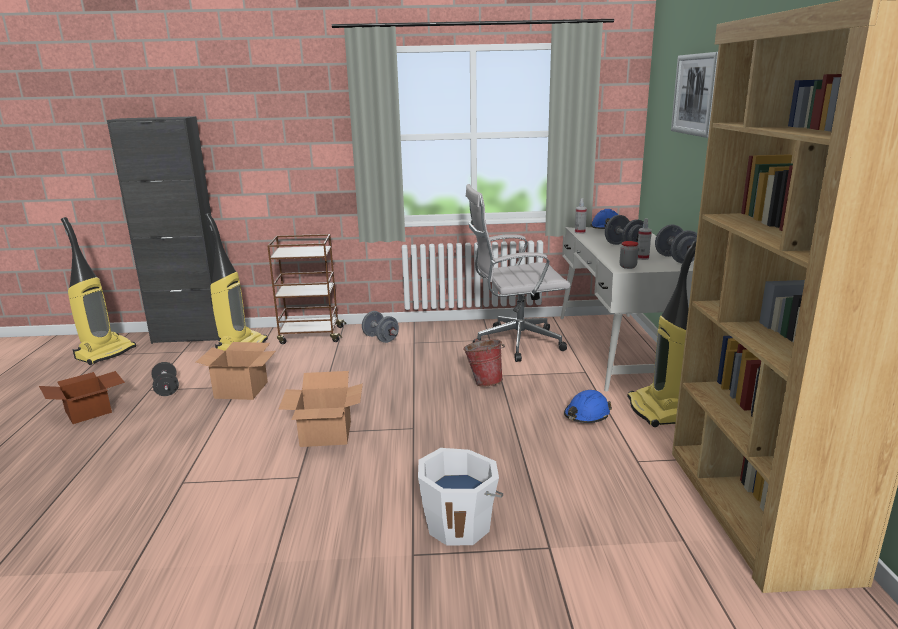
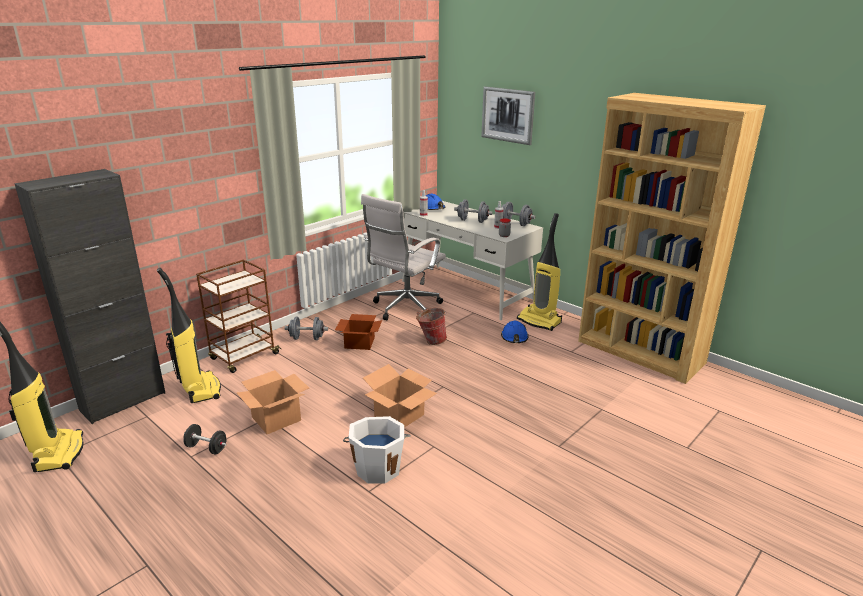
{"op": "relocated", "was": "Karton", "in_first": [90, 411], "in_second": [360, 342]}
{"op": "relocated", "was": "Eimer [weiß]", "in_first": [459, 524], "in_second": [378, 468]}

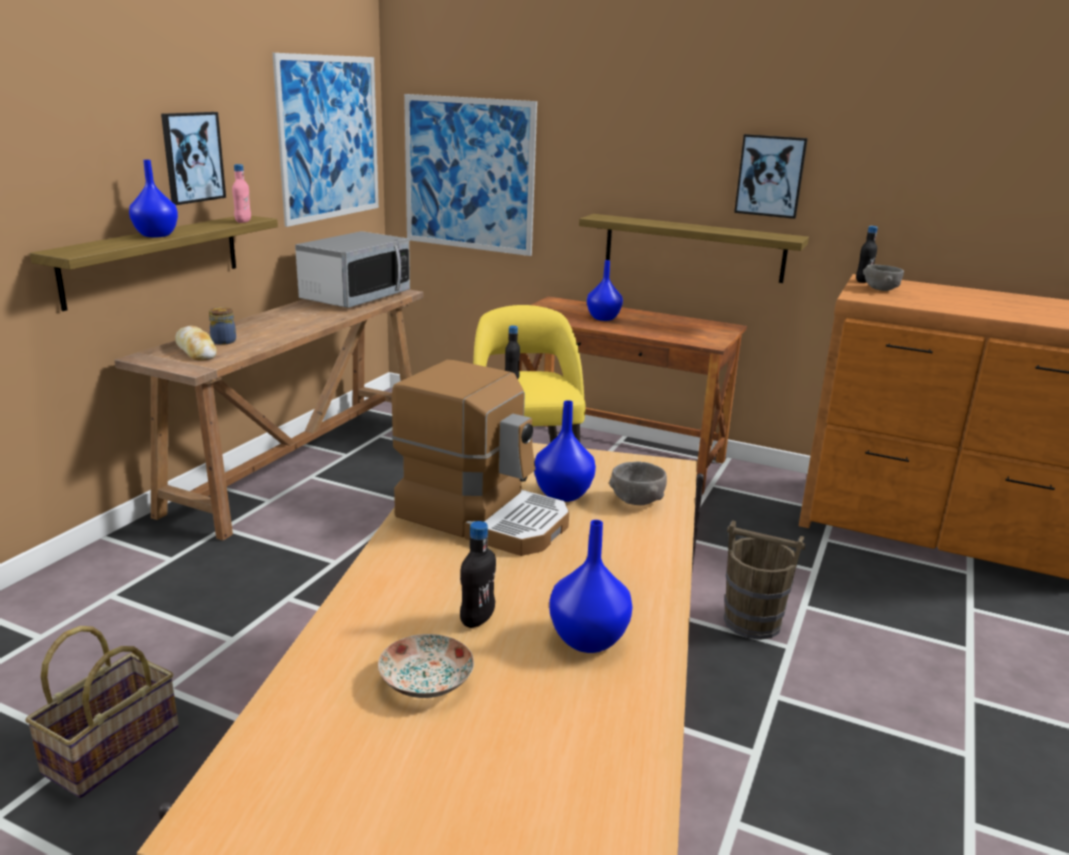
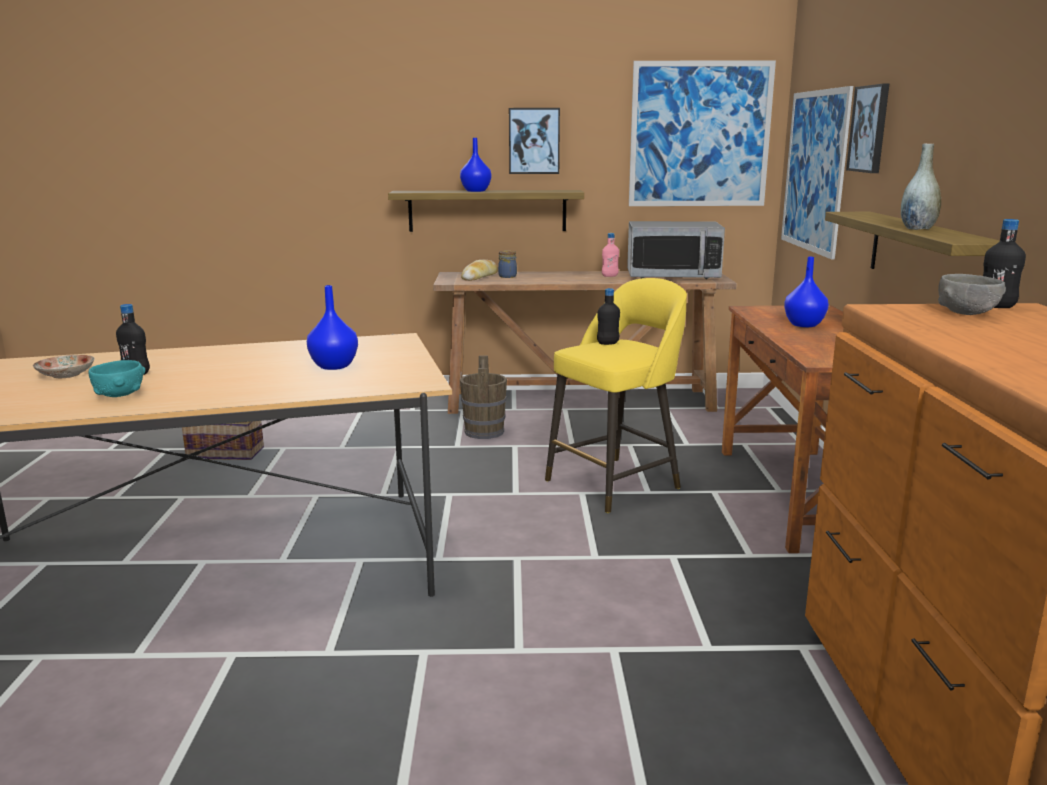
{"op": "relocated", "was": "Flasche [rosa]", "in_first": [243, 221], "in_second": [609, 276]}
{"op": "missing", "was": "Kaffeemaschine", "in_first": [484, 516]}
{"op": "exchanged", "was": "Vase [blau]", "now": "Schüssel [türkis]", "in_first": [588, 638], "in_second": [120, 395]}
{"op": "missing", "was": "Schüssel [grau]", "in_first": [637, 501]}
{"op": "relocated", "was": "Eimer [braun]", "in_first": [751, 622], "in_second": [484, 432]}
{"op": "relocated", "was": "Bild", "in_first": [770, 176], "in_second": [870, 129]}
{"op": "appeared", "now": "Vase [grau]", "in_second": [917, 228]}

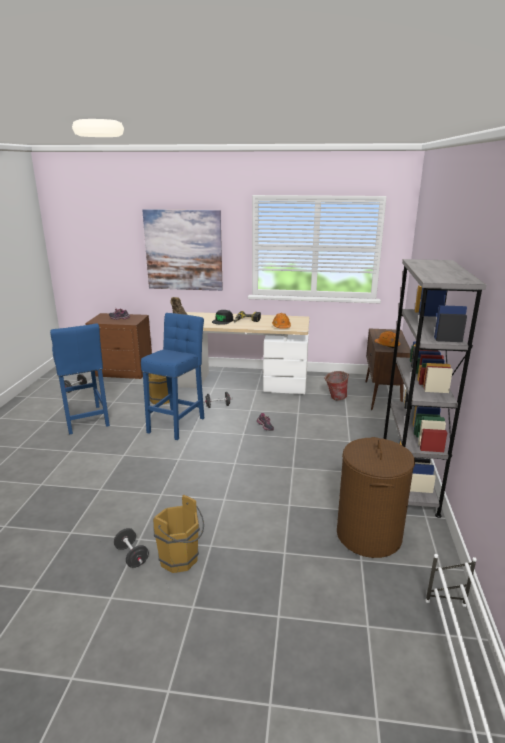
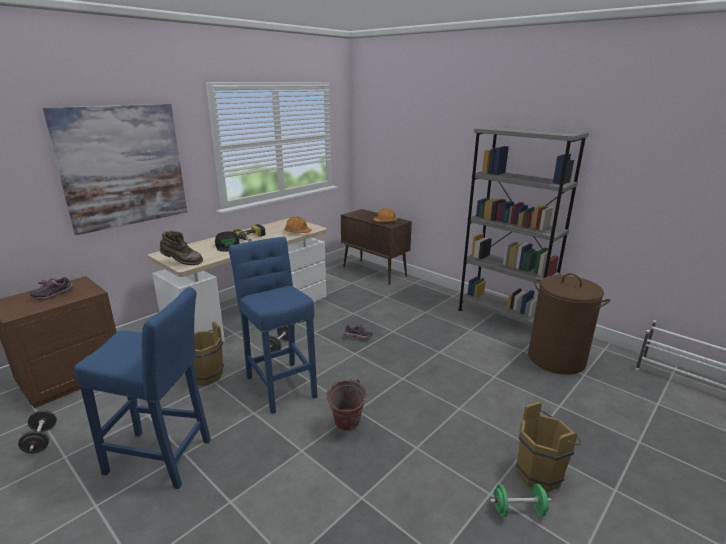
{"op": "colour", "was": "Hantel [schwarz]", "now": "Hantel [grün]", "in_first": [132, 556], "in_second": [518, 510]}
{"op": "relocated", "was": "Eimer", "in_first": [335, 398], "in_second": [345, 426]}

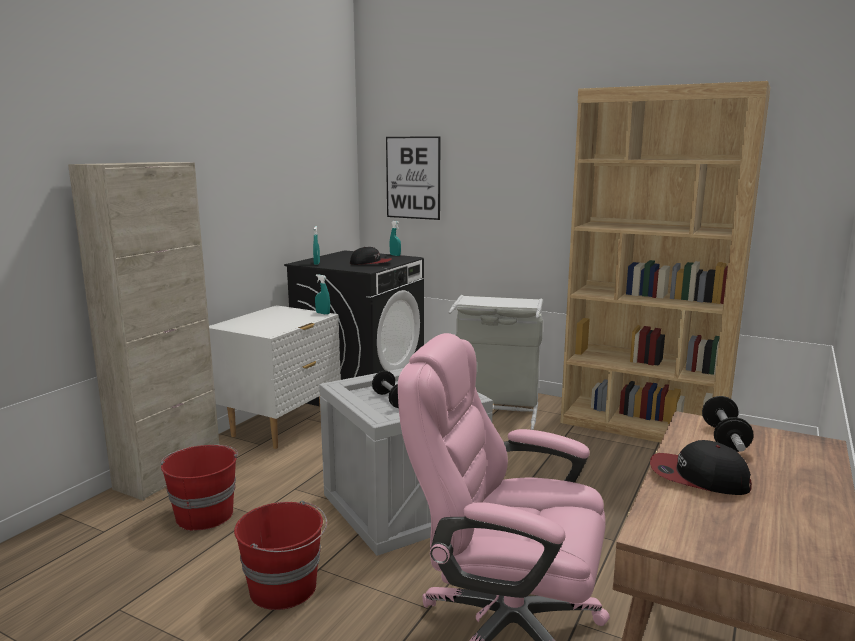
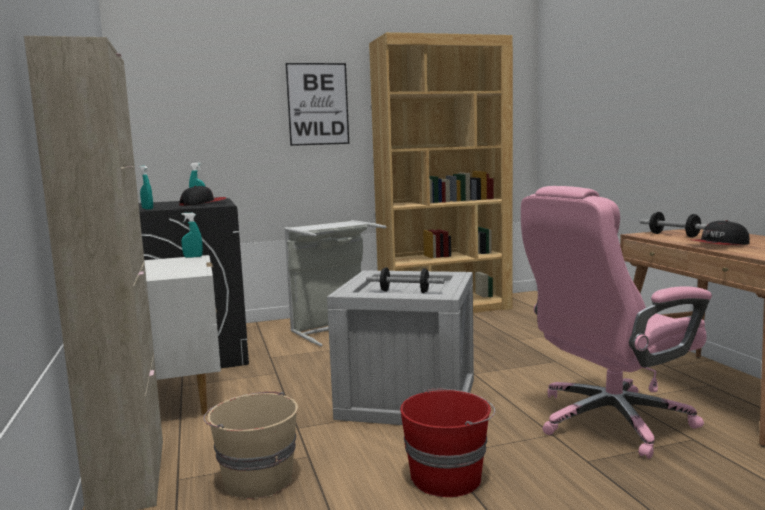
{"op": "colour", "was": "Eimer [rot]", "now": "Eimer [beige]", "in_first": [204, 514], "in_second": [257, 480]}
{"op": "relocated", "was": "Bild", "in_first": [413, 178], "in_second": [318, 104]}

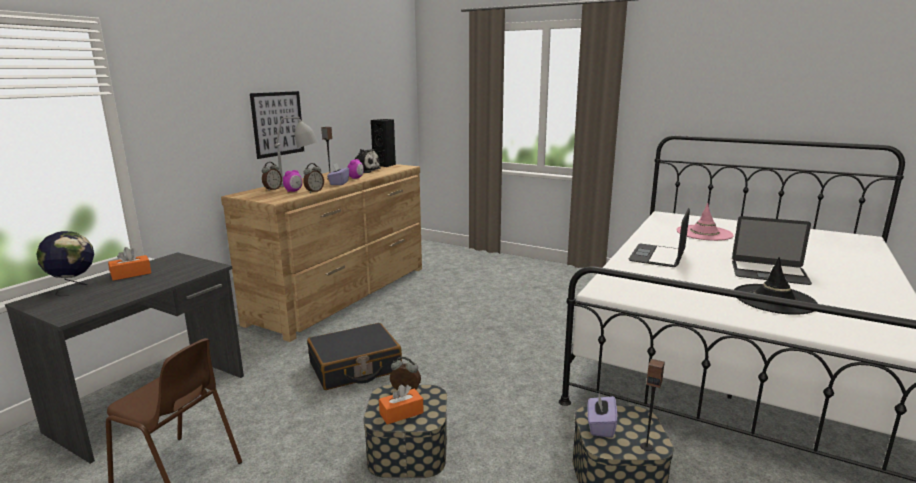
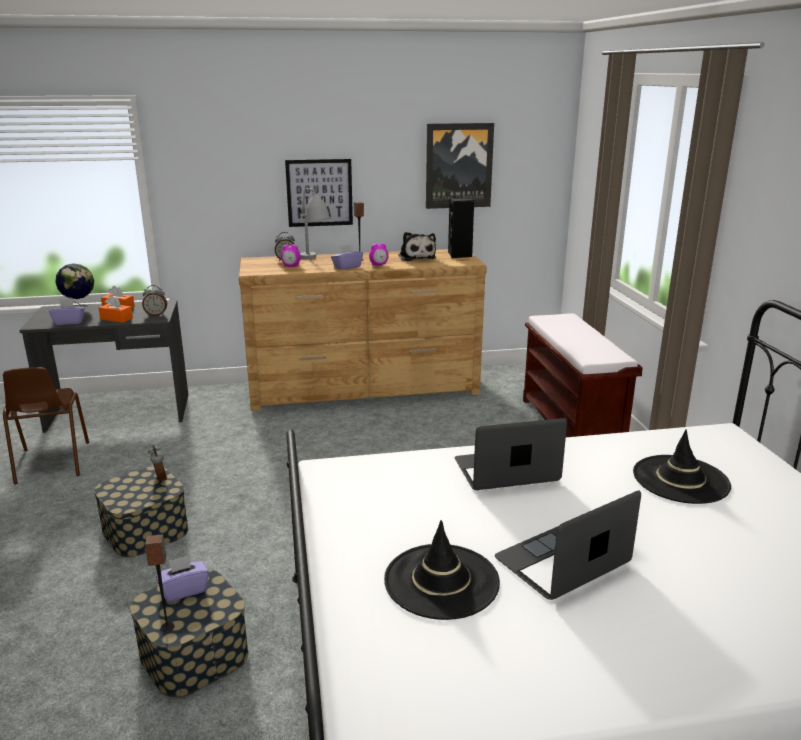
{"op": "relocated", "was": "Wecker", "in_first": [314, 191], "in_second": [156, 314]}
{"op": "missing", "was": "Koffer [schwarz]", "in_first": [355, 367]}
{"op": "relocated", "was": "Taschentuchbox [orange]", "in_first": [401, 413], "in_second": [116, 318]}
{"op": "colour", "was": "Hut [rosa]", "now": "Hut [schwarz]", "in_first": [704, 233], "in_second": [680, 479]}
{"op": "spun", "was": "Laptop", "in_first": [769, 272], "in_second": [562, 561], "clockwise": 75}
{"op": "appeared", "now": "Taschentuchbox [lila]", "in_second": [69, 322]}
{"op": "appeared", "now": "Bild", "in_second": [458, 166]}
{"op": "appeared", "now": "Bank [braun]", "in_second": [571, 427]}

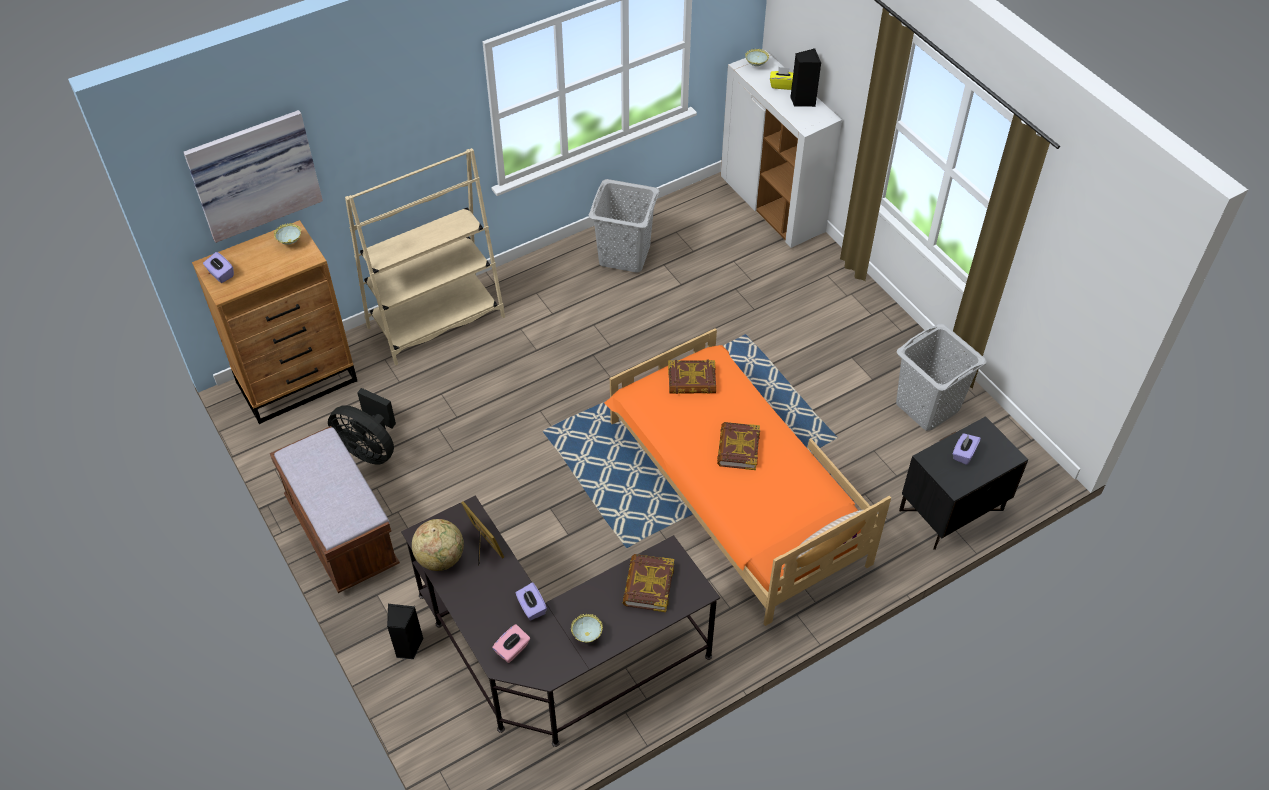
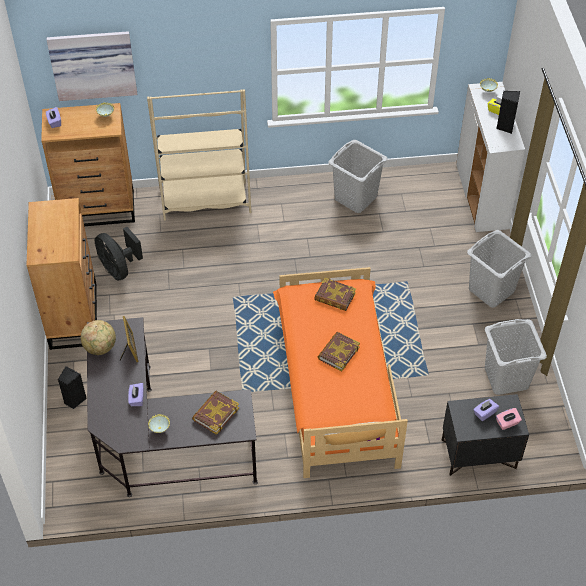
{"op": "exchanged", "was": "Bank [braun]", "now": "Kommode [braun]", "in_first": [342, 533], "in_second": [73, 315]}
{"op": "relocated", "was": "Taschentuchbox [rosa]", "in_first": [512, 649], "in_second": [507, 423]}
{"op": "appeared", "now": "Wäschekorb [grau]", "in_second": [491, 290]}

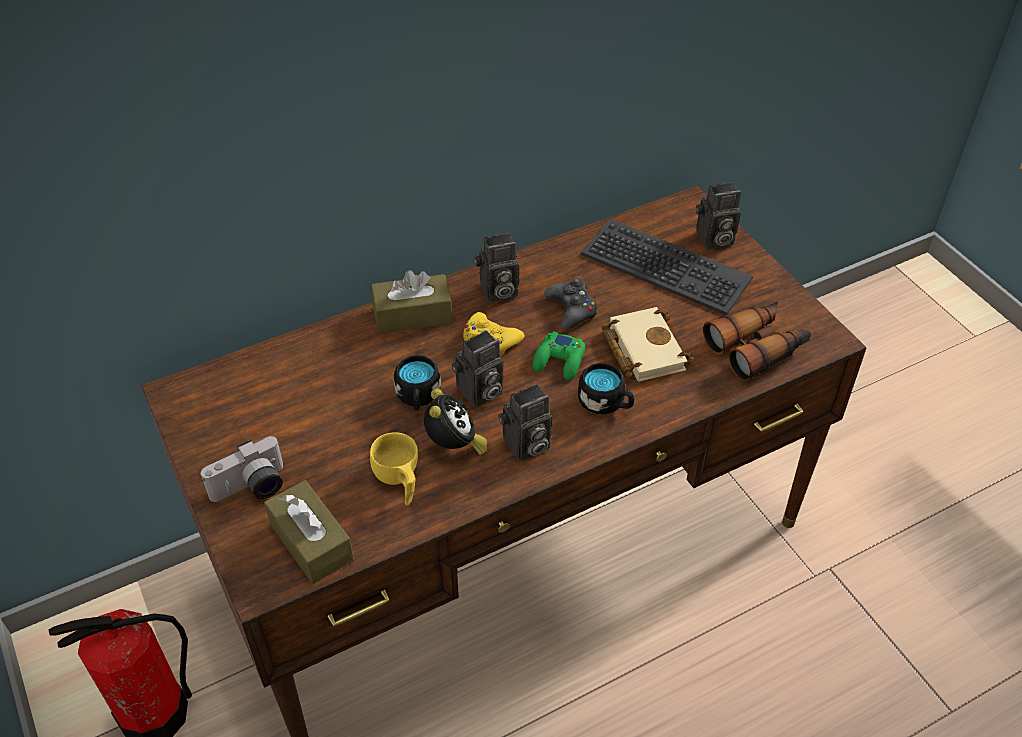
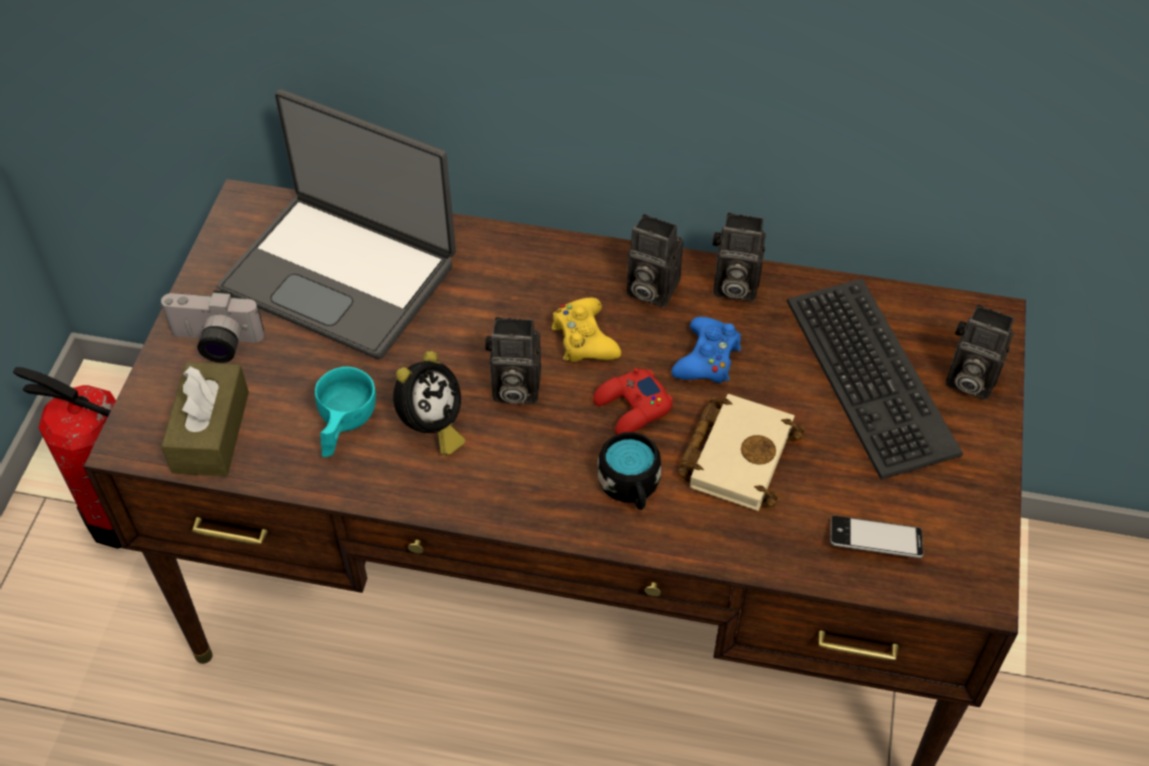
{"op": "colour", "was": "Tasse [gelb]", "now": "Tasse [türkis]", "in_first": [398, 481], "in_second": [343, 427]}
{"op": "missing", "was": "Taschentuchbox [braun]", "in_first": [413, 315]}
{"op": "missing", "was": "Henkelbecher [schwarz]", "in_first": [418, 397]}
{"op": "relocated", "was": "Kamera", "in_first": [525, 446], "in_second": [733, 285]}
{"op": "colour", "was": "Gamepad [grün]", "now": "Gamepad [rot]", "in_first": [559, 361], "in_second": [632, 408]}
{"op": "colour", "was": "Gamepad [schwarz]", "now": "Gamepad [blau]", "in_first": [571, 309], "in_second": [707, 359]}
{"op": "exchanged", "was": "Fernglas", "now": "Handy", "in_first": [757, 347], "in_second": [875, 541]}
{"op": "appeared", "now": "Laptop", "in_second": [342, 274]}

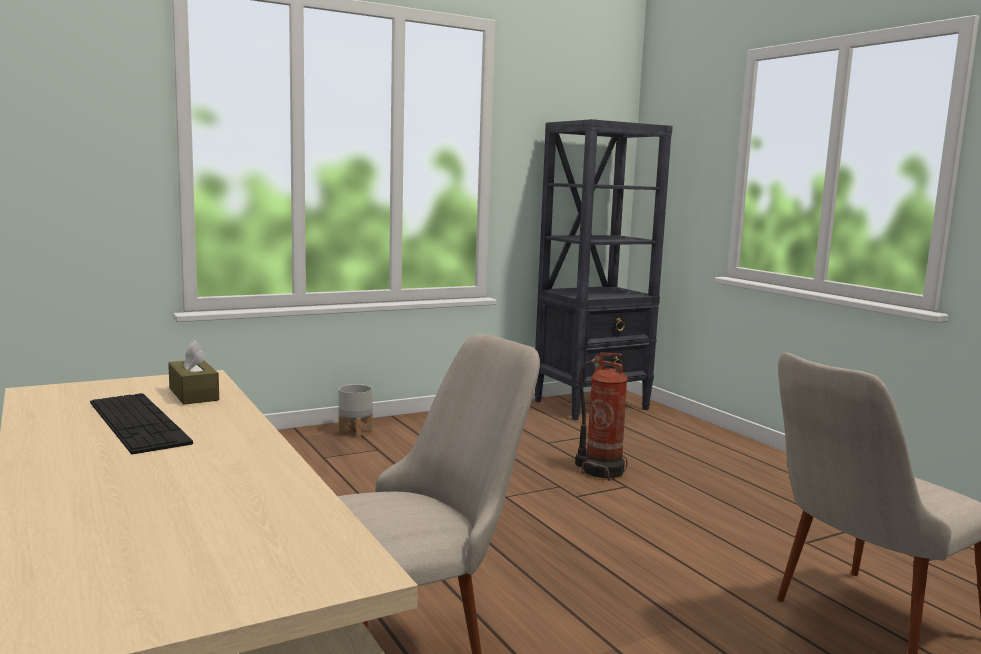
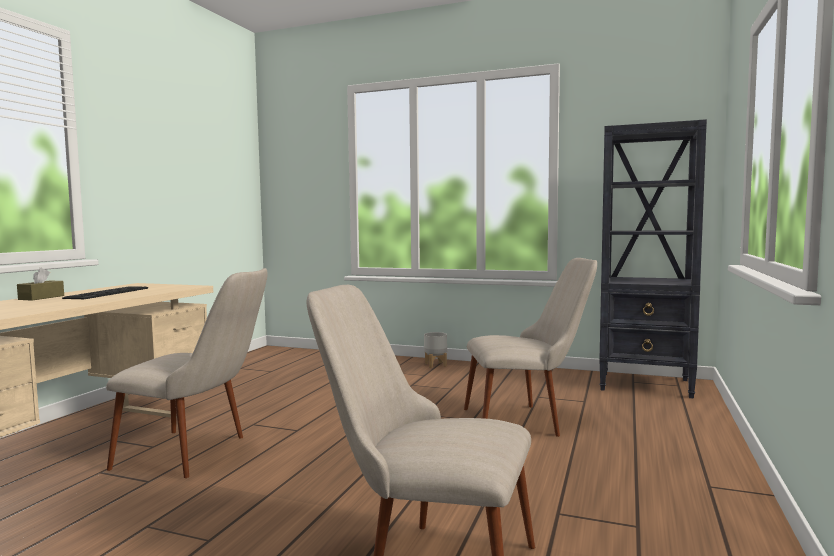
{"op": "relocated", "was": "Taschentuchbox [braun]", "in_first": [193, 394], "in_second": [41, 297]}
{"op": "exchanged", "was": "Feuerlöscher", "now": "Stuhl [beige]", "in_first": [601, 471], "in_second": [527, 421]}

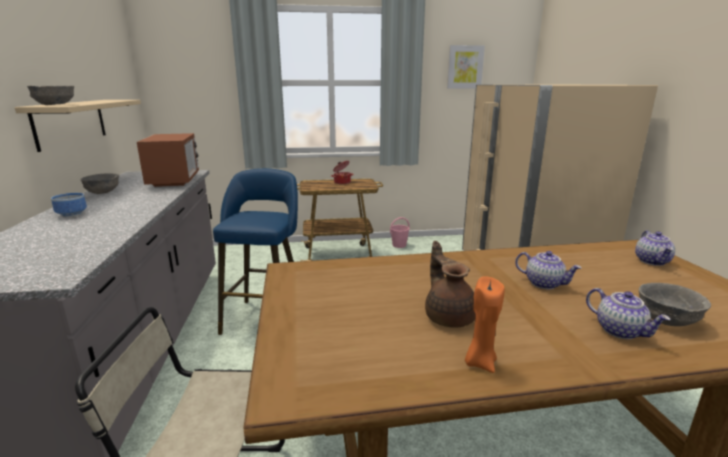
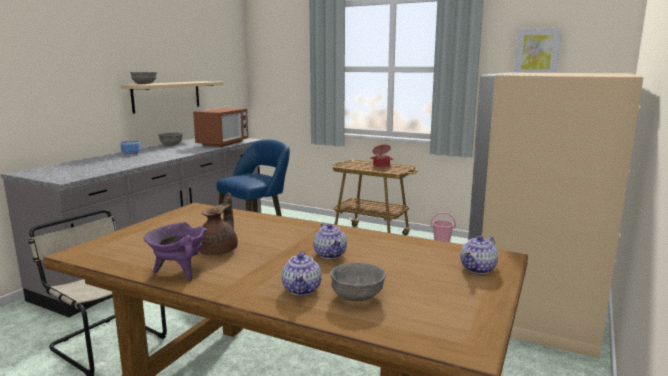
{"op": "exchanged", "was": "Kerze [orange]", "now": "Kochtopf [lila]", "in_first": [480, 362], "in_second": [179, 272]}

